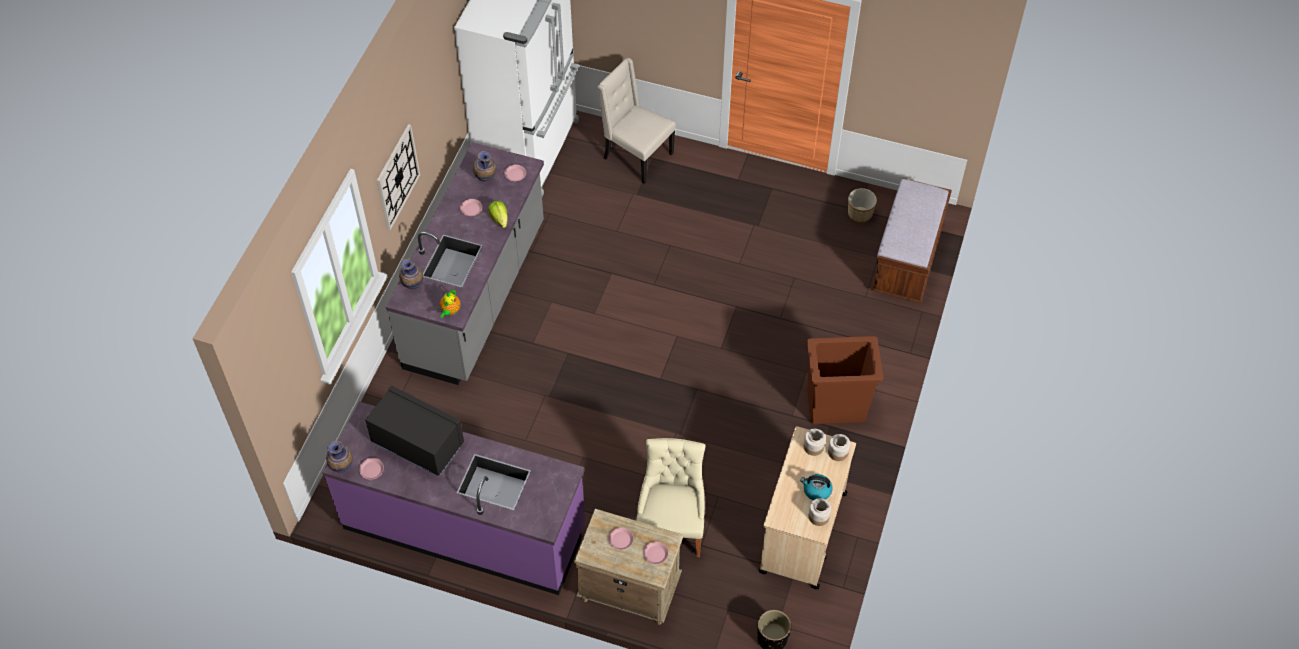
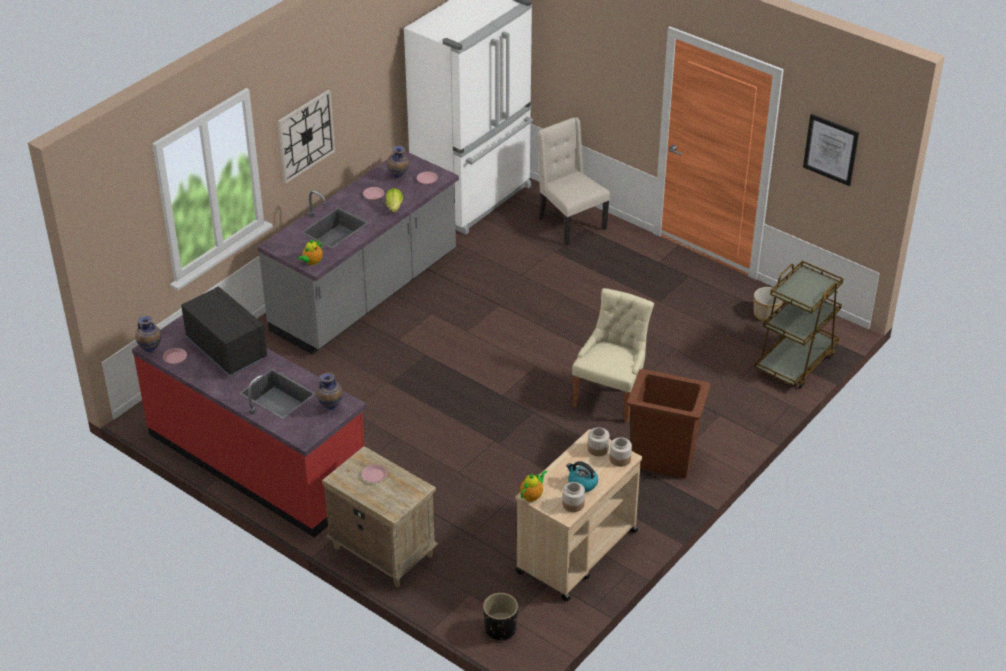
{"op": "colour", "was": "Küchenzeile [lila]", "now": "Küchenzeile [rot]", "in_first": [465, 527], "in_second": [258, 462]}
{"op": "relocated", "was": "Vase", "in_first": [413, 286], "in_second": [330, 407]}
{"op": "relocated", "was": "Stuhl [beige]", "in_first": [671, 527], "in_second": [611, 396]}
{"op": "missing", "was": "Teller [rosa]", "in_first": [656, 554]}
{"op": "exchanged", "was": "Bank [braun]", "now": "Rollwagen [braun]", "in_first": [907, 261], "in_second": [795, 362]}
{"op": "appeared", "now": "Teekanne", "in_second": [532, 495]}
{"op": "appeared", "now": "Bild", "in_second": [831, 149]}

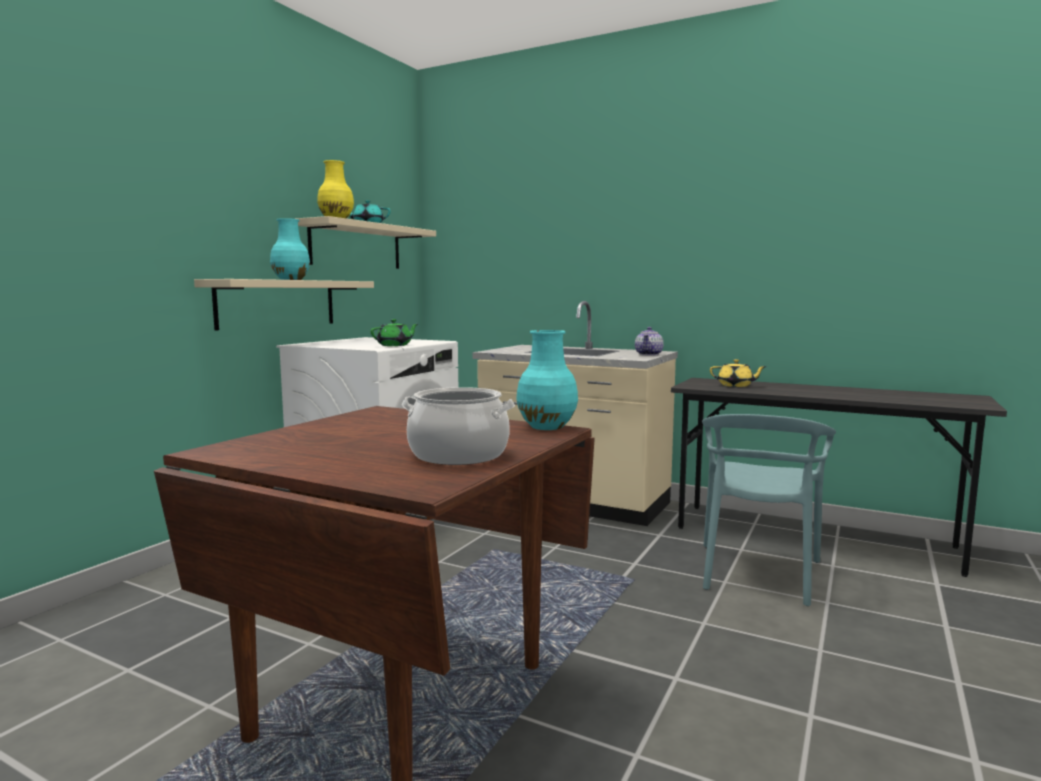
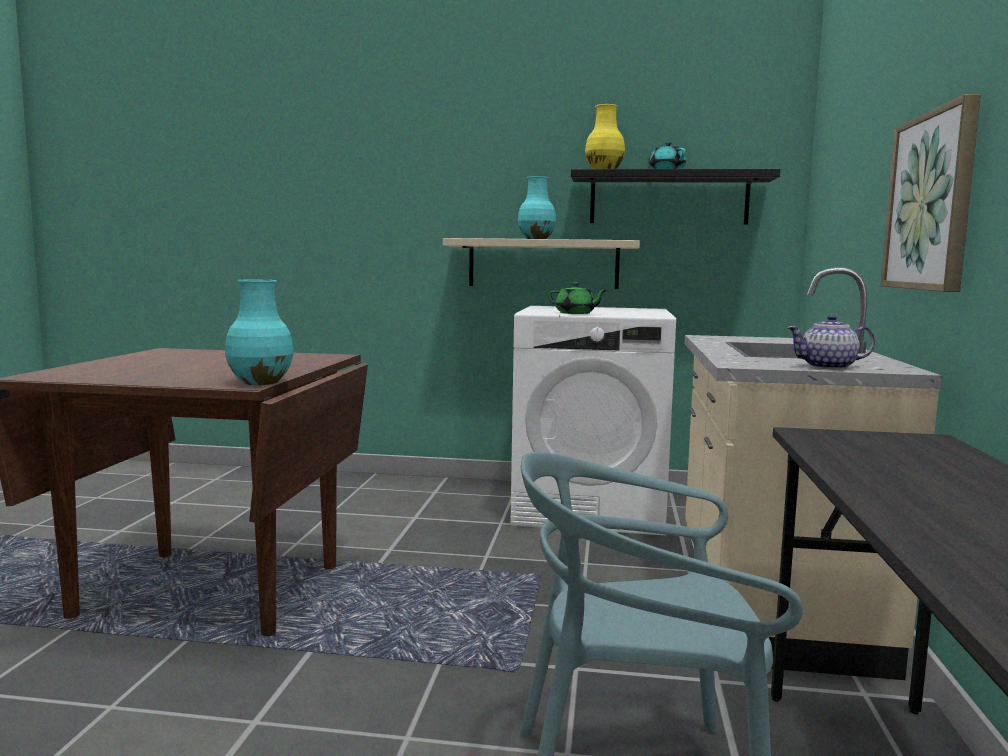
{"op": "colour", "was": "Wandregal [beige]", "now": "Wandregal [schwarz]", "in_first": [356, 246], "in_second": [668, 199]}
{"op": "missing", "was": "Kochtopf", "in_first": [459, 455]}
{"op": "missing", "was": "Teekanne [gelb]", "in_first": [736, 385]}
{"op": "appeared", "now": "Bild", "in_second": [931, 202]}

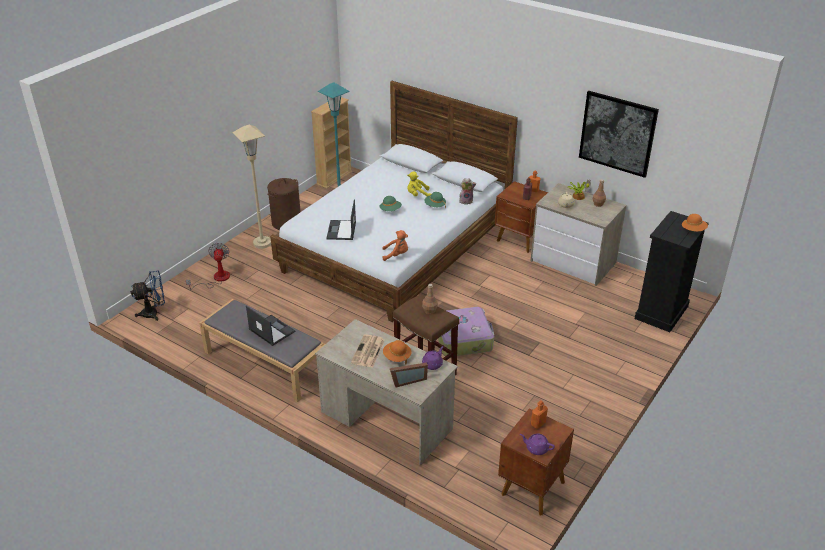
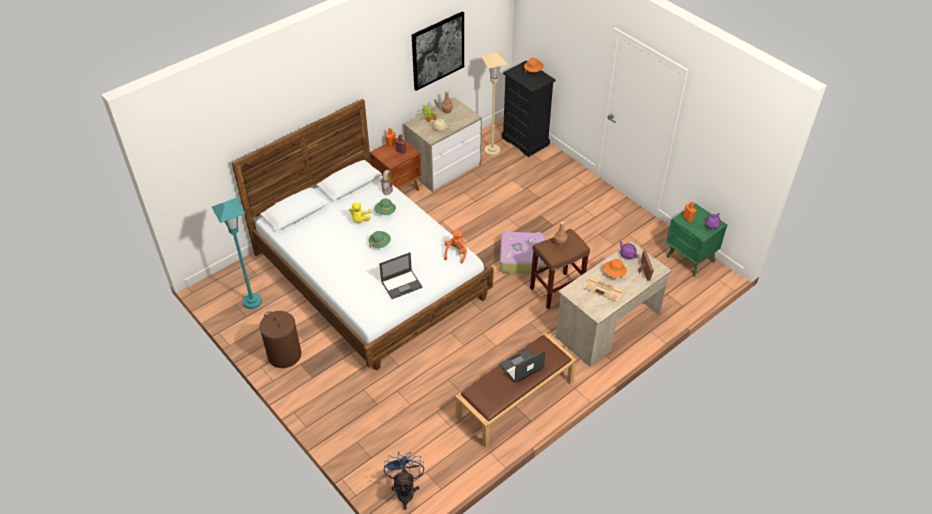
{"op": "missing", "was": "Ventilator", "in_first": [216, 279]}
{"op": "colour", "was": "Bank [grau]", "now": "Bank [braun]", "in_first": [264, 363], "in_second": [515, 400]}
{"op": "relocated", "was": "Stehlampe [beige]", "in_first": [262, 243], "in_second": [492, 151]}
{"op": "missing", "was": "Bücherregal [beige]", "in_first": [334, 178]}
{"op": "spun", "was": "Laptop", "in_first": [341, 230], "in_second": [402, 284], "clockwise": -45}
{"op": "colour", "was": "Nachttisch [braun]", "now": "Nachttisch [grün]", "in_first": [531, 488], "in_second": [690, 260]}

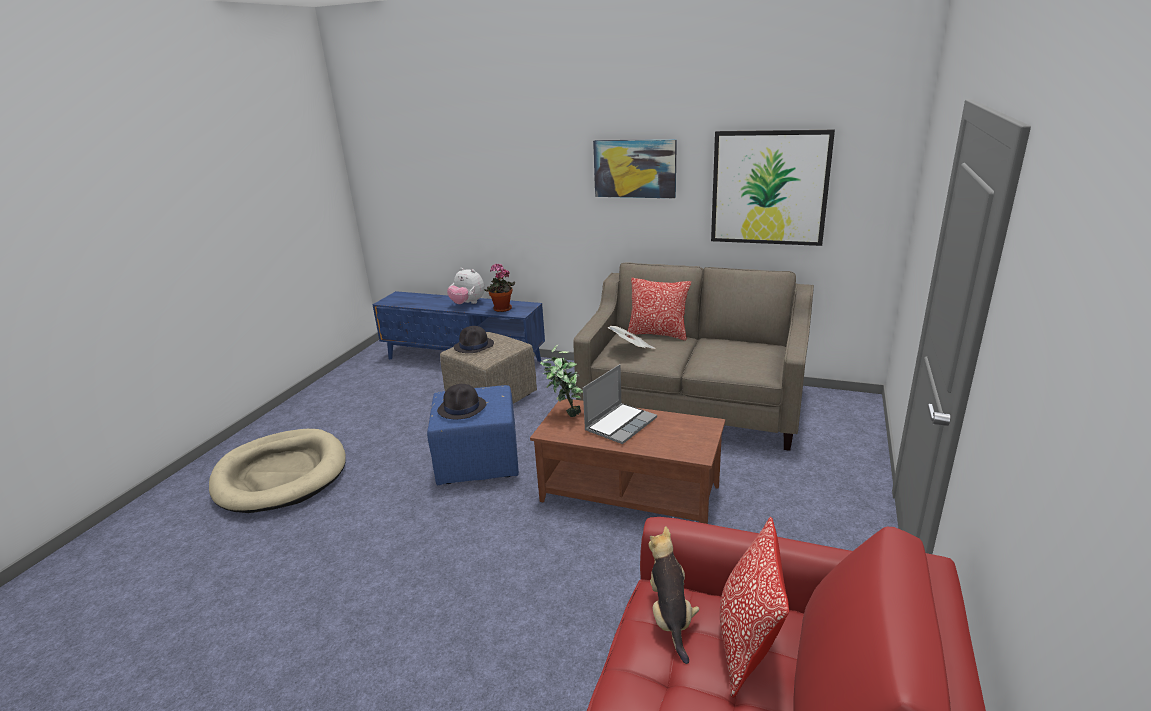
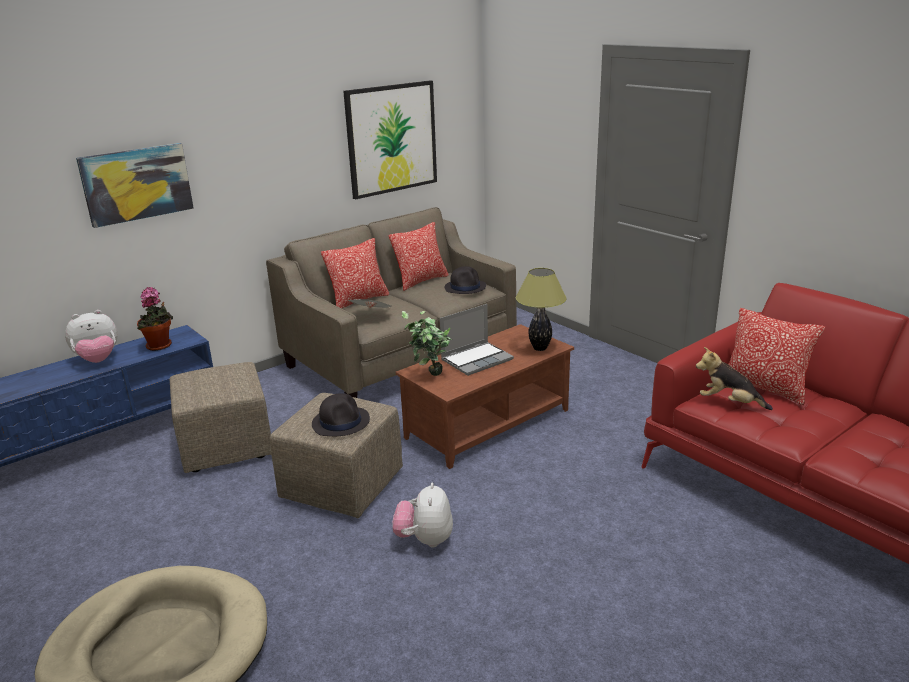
{"op": "colour", "was": "Polsterhocker [blau]", "now": "Polsterhocker [beige]", "in_first": [479, 462], "in_second": [342, 485]}
{"op": "relocated", "was": "Hut [schwarz]", "in_first": [474, 346], "in_second": [465, 287]}
{"op": "spun", "was": "Laptop", "in_first": [620, 424], "in_second": [477, 359], "clockwise": 75}
{"op": "relocated", "was": "Bild", "in_first": [635, 168], "in_second": [137, 184]}
{"op": "appeared", "now": "Kissen", "in_second": [421, 281]}
{"op": "appeared", "now": "Plüschtier", "in_second": [425, 540]}
{"op": "appeared", "now": "Tischlampe", "in_second": [539, 348]}

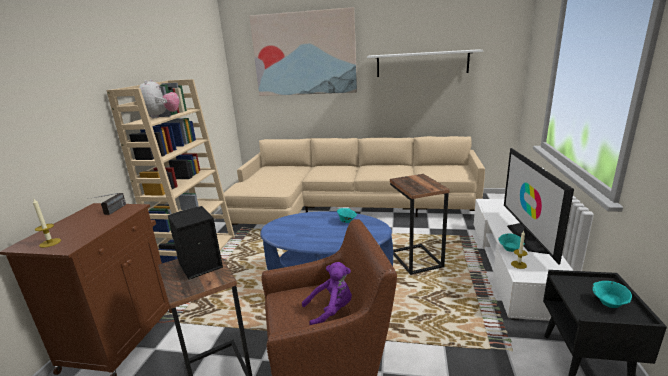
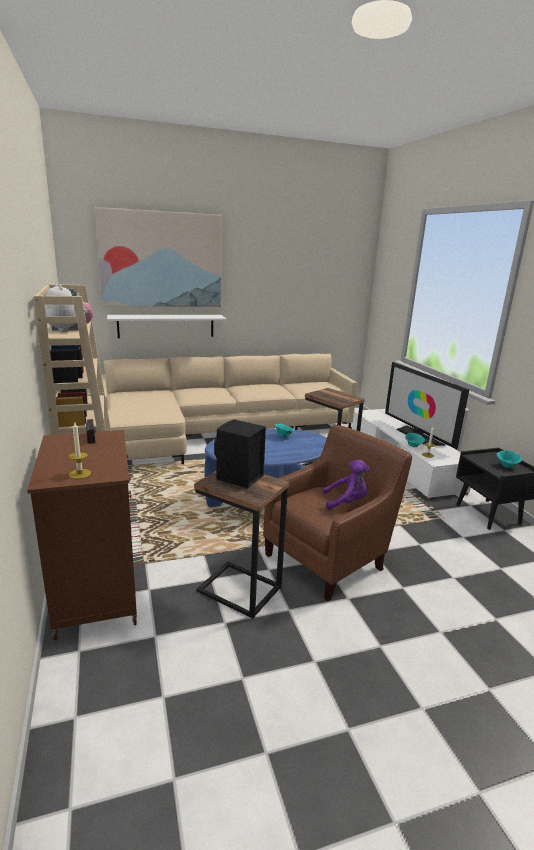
{"op": "spun", "was": "Plüschtier [lila]", "in_first": [331, 311], "in_second": [346, 502], "clockwise": 45}
{"op": "relocated", "was": "Wandregal [weiß]", "in_first": [422, 63], "in_second": [166, 326]}

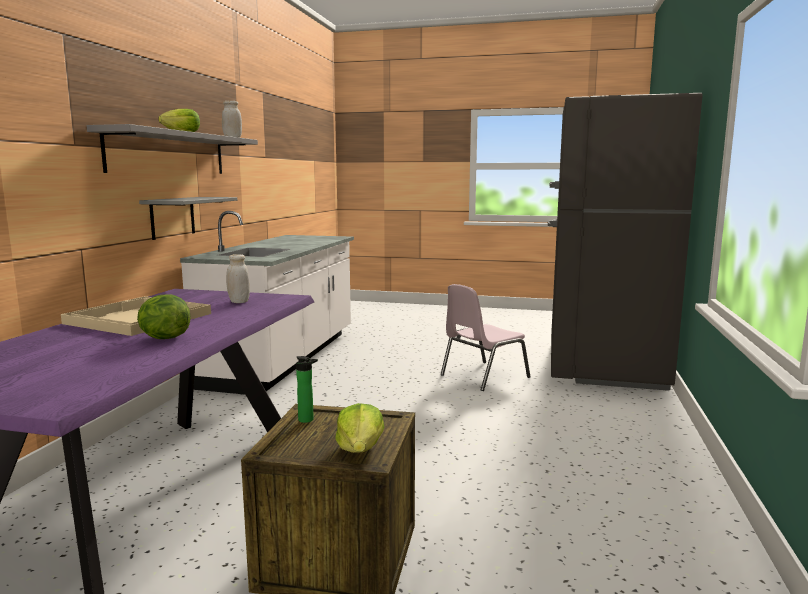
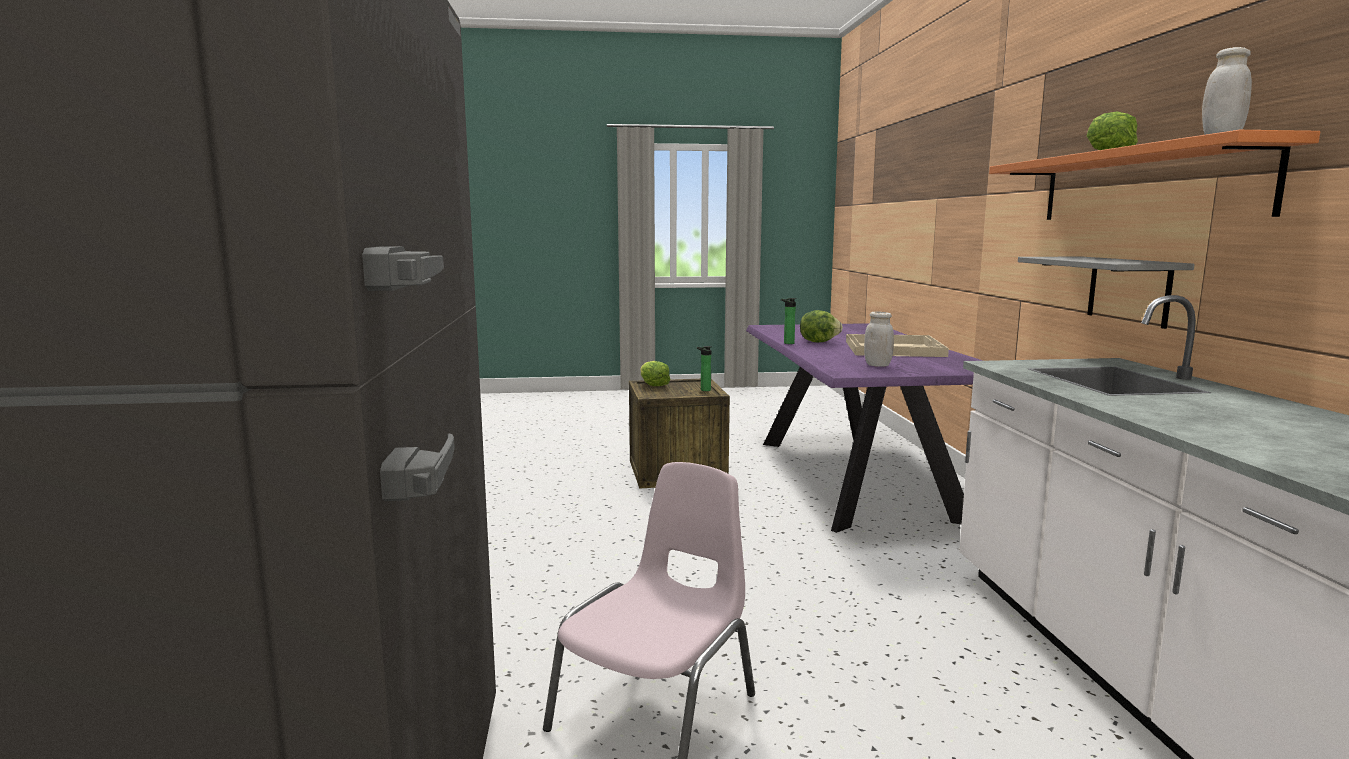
{"op": "colour", "was": "Wandregal [grau]", "now": "Wandregal [orange]", "in_first": [169, 153], "in_second": [1144, 186]}
{"op": "appeared", "now": "Flasche", "in_second": [787, 343]}

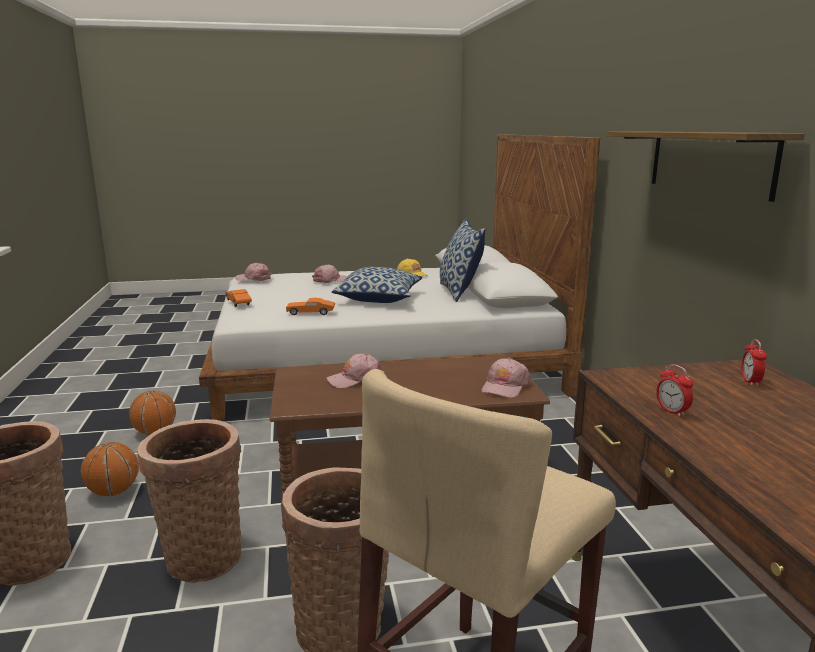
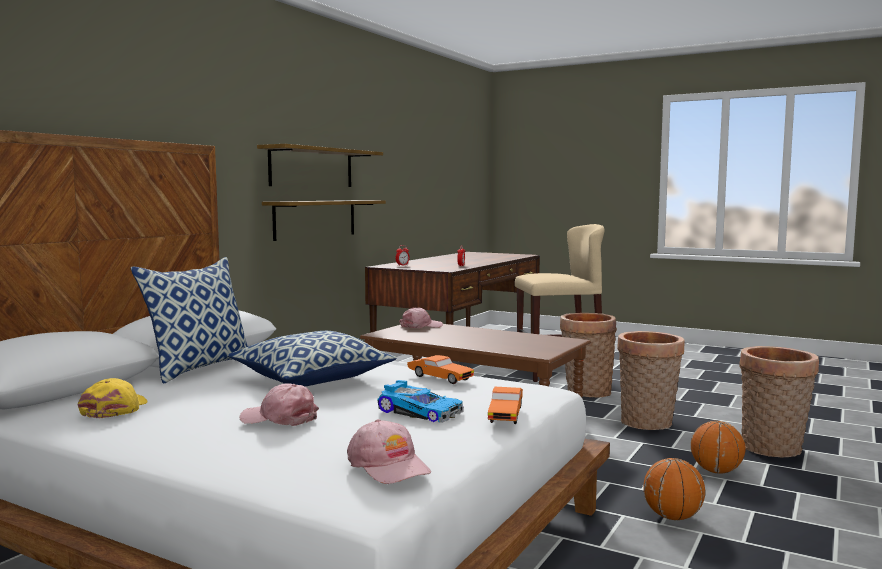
{"op": "missing", "was": "Kappe [rosa]", "in_first": [355, 379]}
{"op": "appeared", "now": "Wandregal", "in_second": [315, 219]}
{"op": "appeared", "now": "Spielzeugauto", "in_second": [421, 411]}

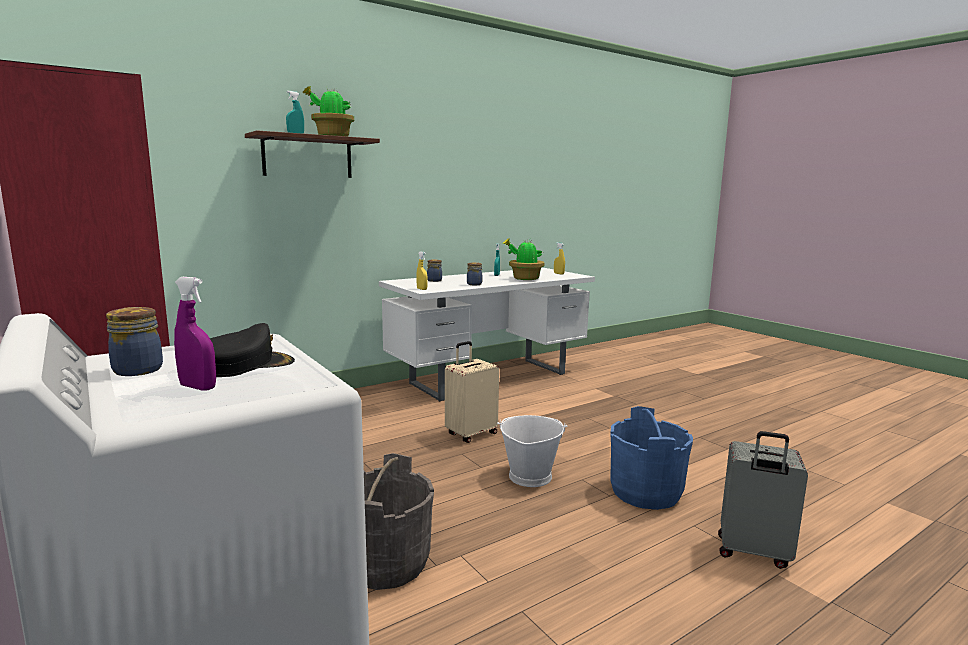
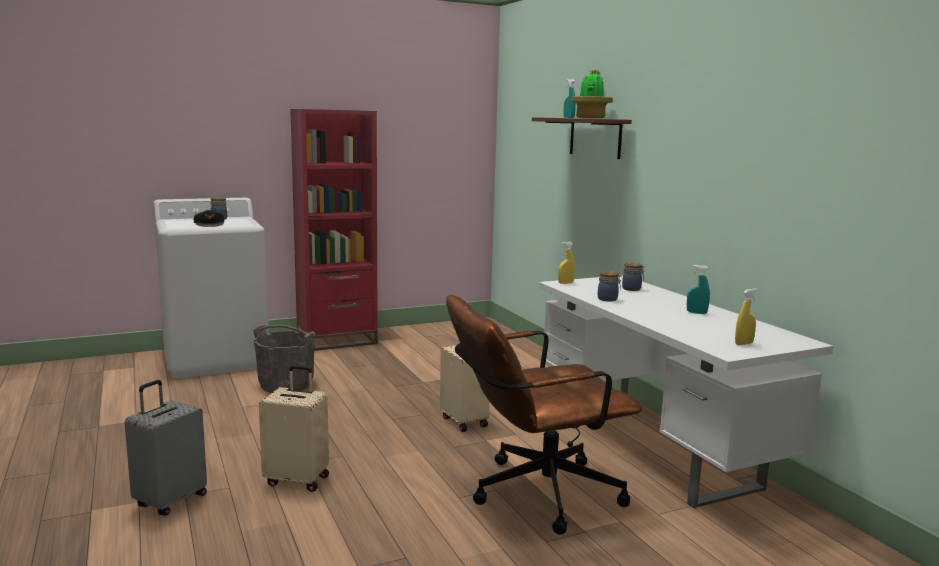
{"op": "missing", "was": "Sprühflasche [lila]", "in_first": [198, 387]}
{"op": "missing", "was": "Eimer [weiß]", "in_first": [529, 476]}
{"op": "missing", "was": "Topfpflanze", "in_first": [524, 279]}
{"op": "exchanged", "was": "Eimer [blau]", "now": "Koffer [beige]", "in_first": [645, 492], "in_second": [297, 480]}
{"op": "appeared", "now": "Bürostuhl [braun]", "in_second": [533, 494]}

